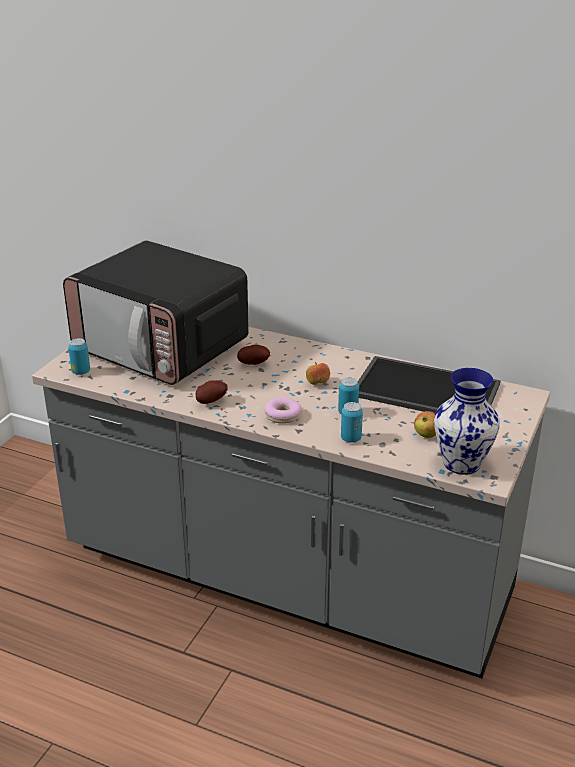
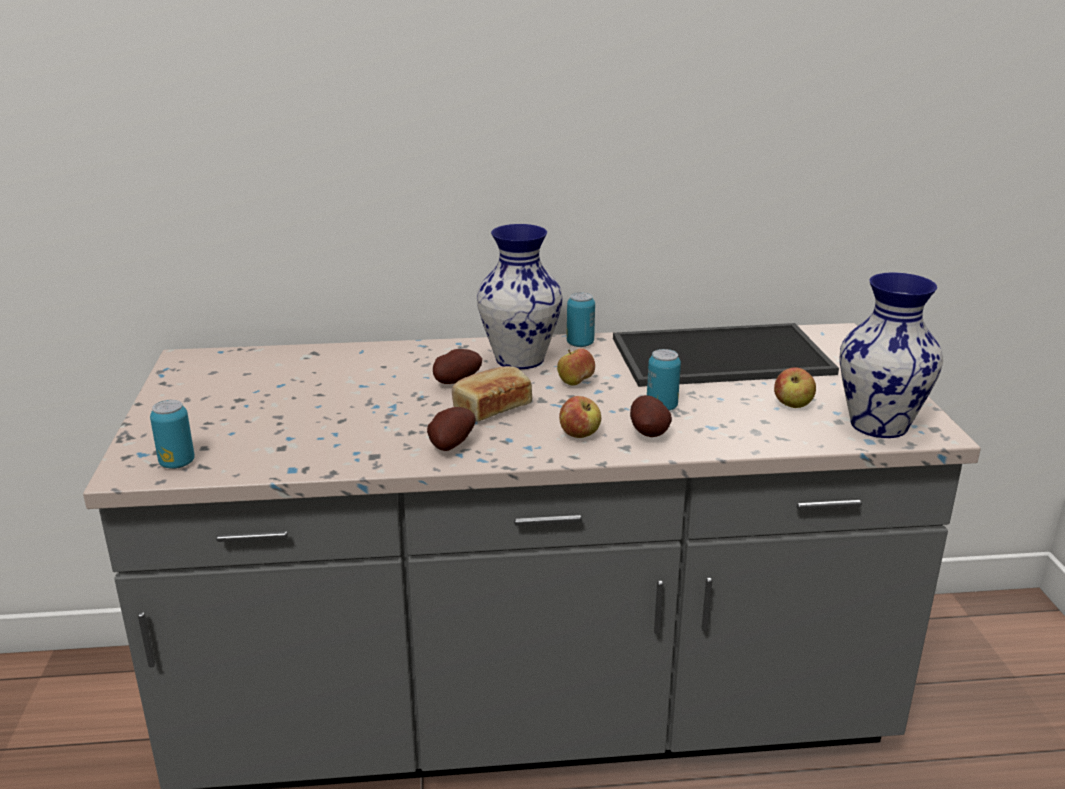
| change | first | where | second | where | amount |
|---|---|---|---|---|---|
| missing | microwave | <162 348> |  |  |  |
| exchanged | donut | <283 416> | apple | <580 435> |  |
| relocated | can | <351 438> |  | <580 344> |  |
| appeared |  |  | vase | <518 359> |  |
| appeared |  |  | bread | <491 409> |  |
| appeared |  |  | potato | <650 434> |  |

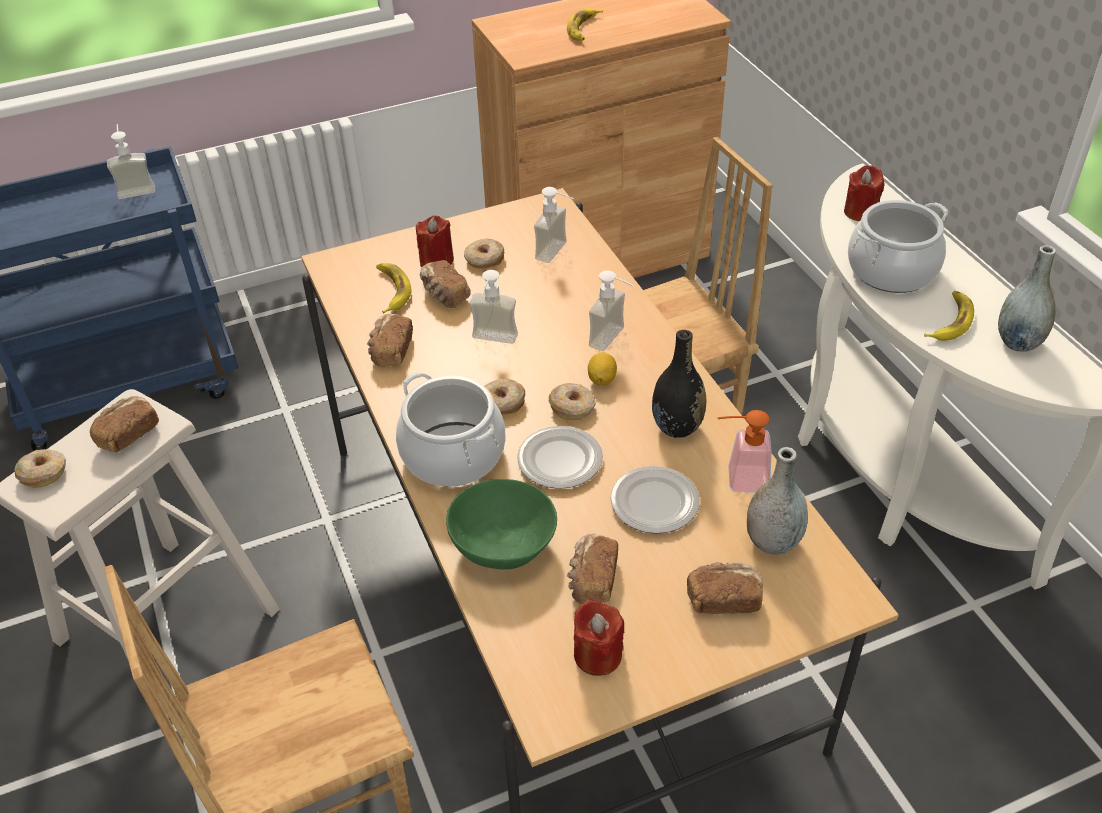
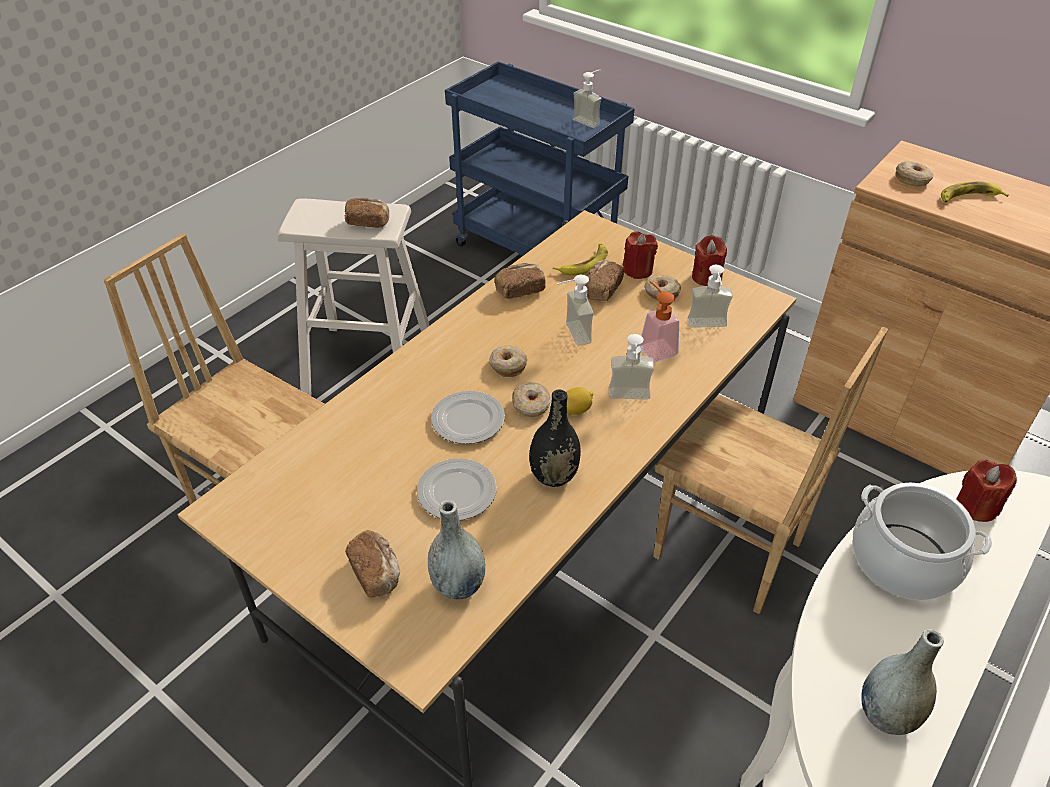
| change | first | where | second | where | amount |
|---|---|---|---|---|---|
| missing | banana | <950 321> |  |  |  |
| missing | cooking pot | <453 454> |  |  |  |
| relocated | soap dispenser | <739 479> |  | <654 347> |  |
| relocated | donut | <44 473> |  | <912 179> |  |
| missing | green bowl | <503 544> |  |  |  |
| missing | bread | <592 580> |  |  |  |
| relocated | red candle | <597 655> |  | <706 277> |  |

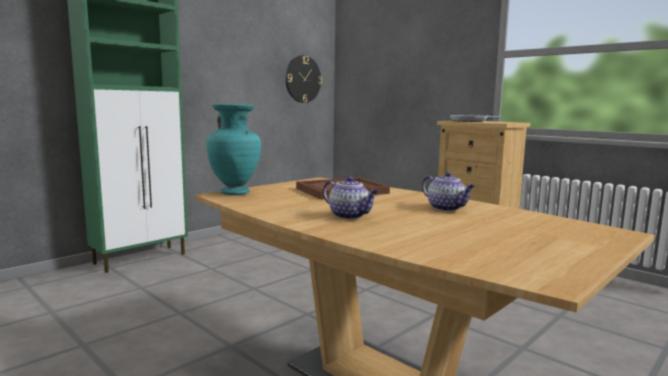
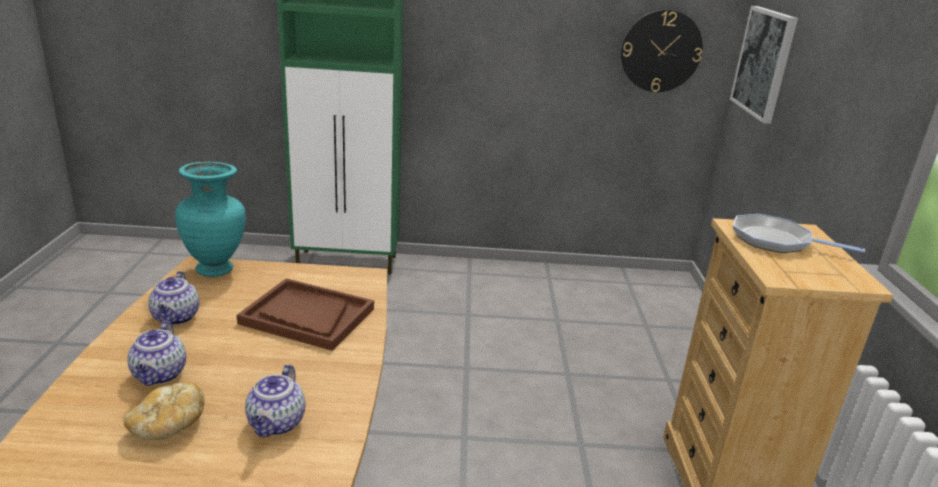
| change | first | where | second | where | amount |
|---|---|---|---|---|---|
| appeared |  |  | picture | <764 62> |  |
| appeared |  |  | teapot | <176 318> |  |
| appeared |  |  | bread | <168 426> |  |

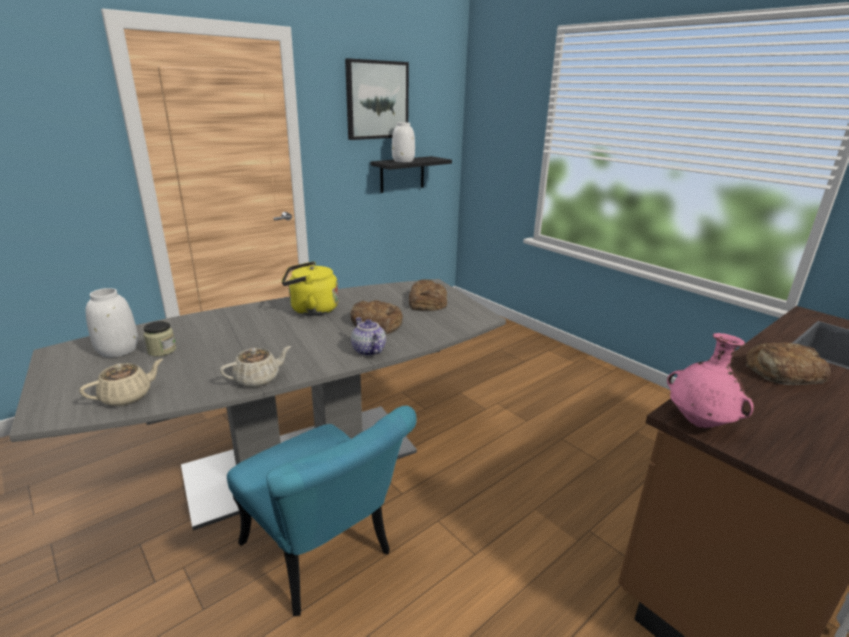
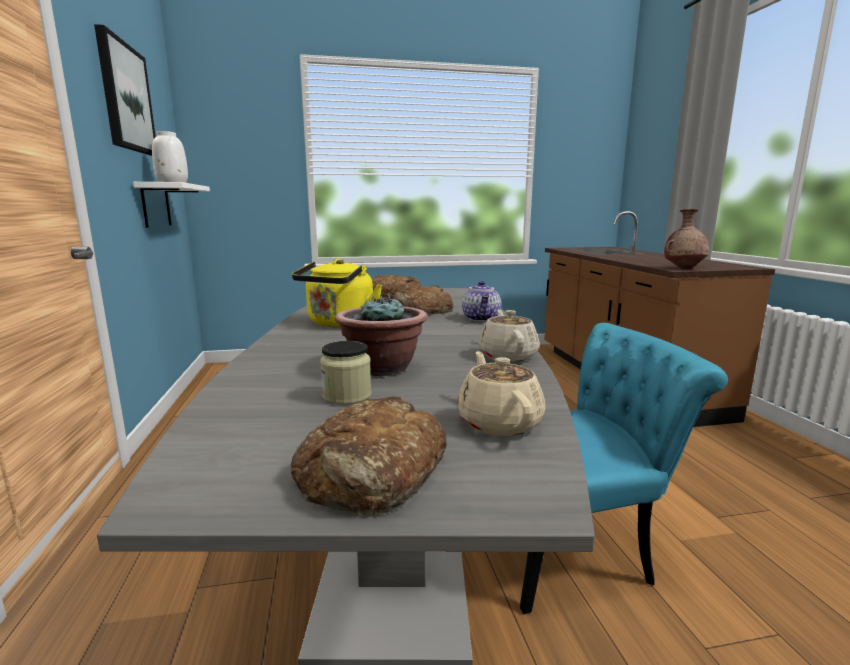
| change | first | where | second | where | amount |
|---|---|---|---|---|---|
| colour | black shelf | <402 174> | white shelf | <156 205> |  |
| missing | white vase | <117 350> |  |  |  |
| spun | teapot | <367 350> |  | <482 319> | 90 degrees counterclockwise |
| colour | pink vase | <700 423> | brown vase | <684 268> |  |
| relocated | bread | <783 372> |  | <373 471> |  |
| appeared |  |  | potted plant | <382 368> |  |

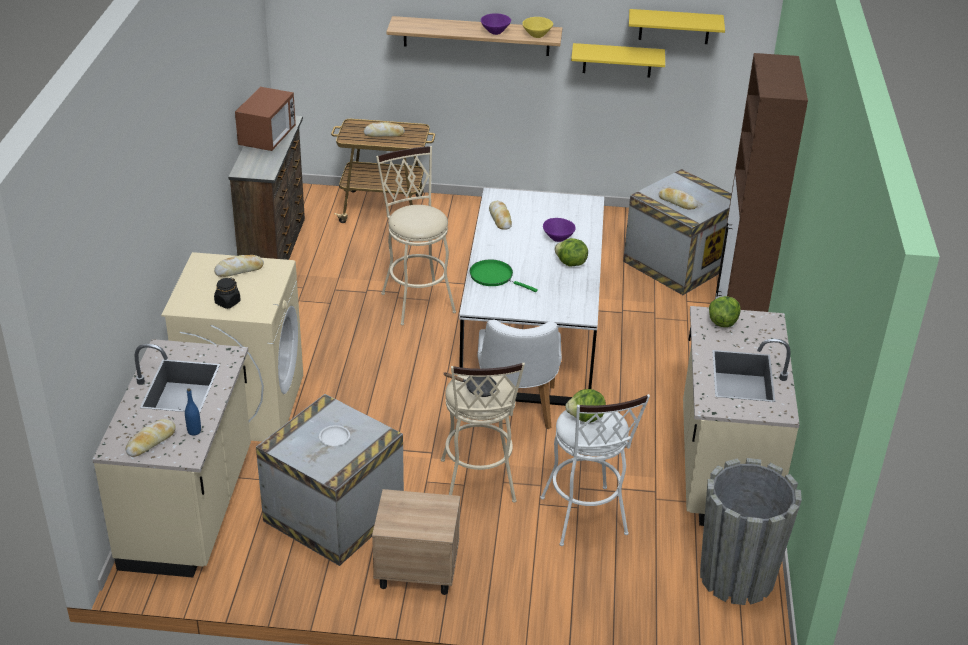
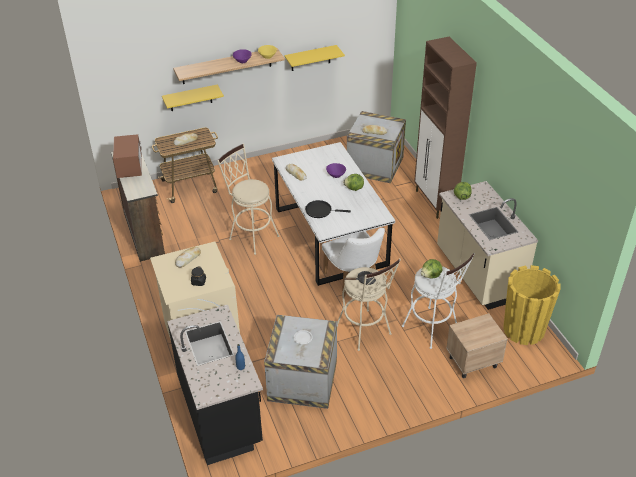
| change | first | where | second | where | amount |
|---|---|---|---|---|---|
| relocated | yellow shelf | <674 26> |  | <190 98> |  |
| colour | green frying pan | <494 277> | black frying pan | <320 211> |  |
| colour | beige counter | <190 510> | black counter | <221 412> |  |
| missing | bread | <151 441> |  |  |  |
| colour | grey planter | <736 576> | yellow planter | <523 329> |  |
| relocated | beige nightstand | <416 571> |  | <472 362> |  |

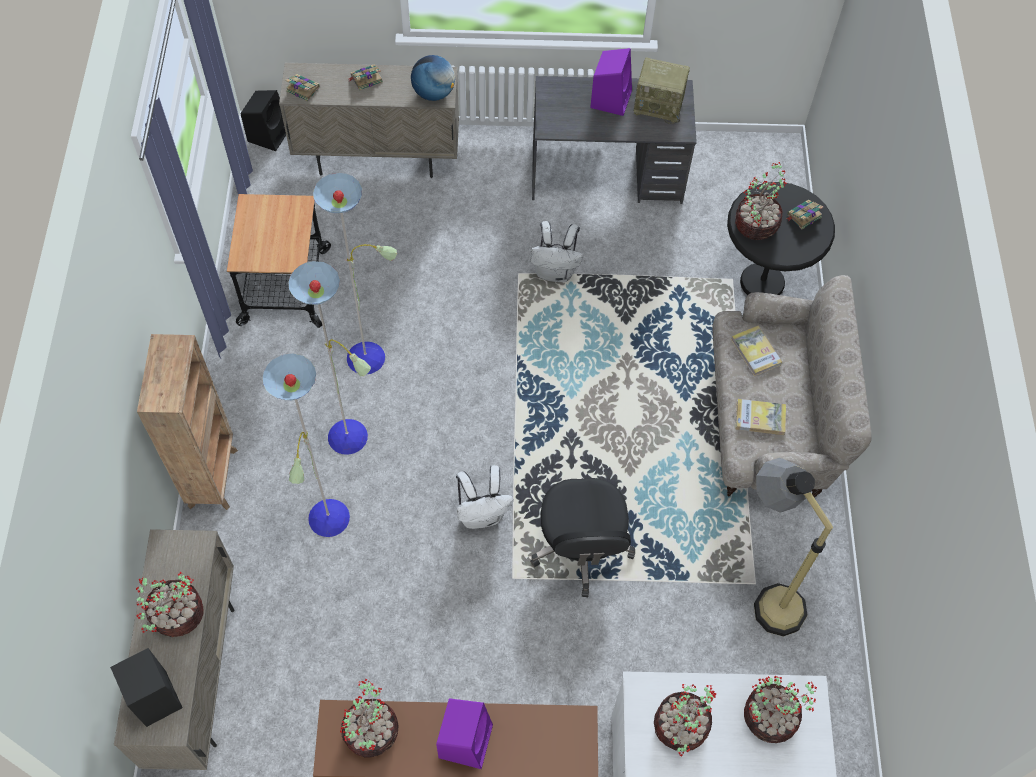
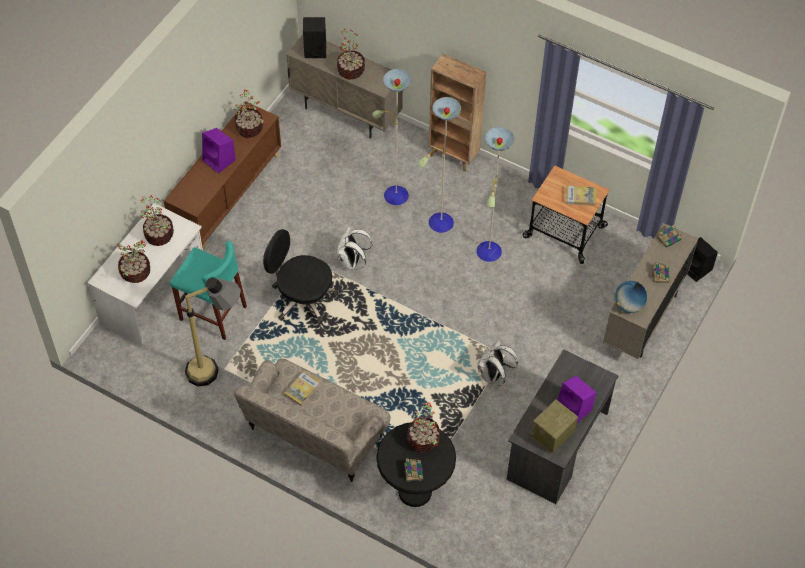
| change | first | where | second | where | amount |
|---|---|---|---|---|---|
| relocated | book | <755 352> |  | <580 197> |  |
| appeared |  |  | turquoise stool | <213 313> |  |

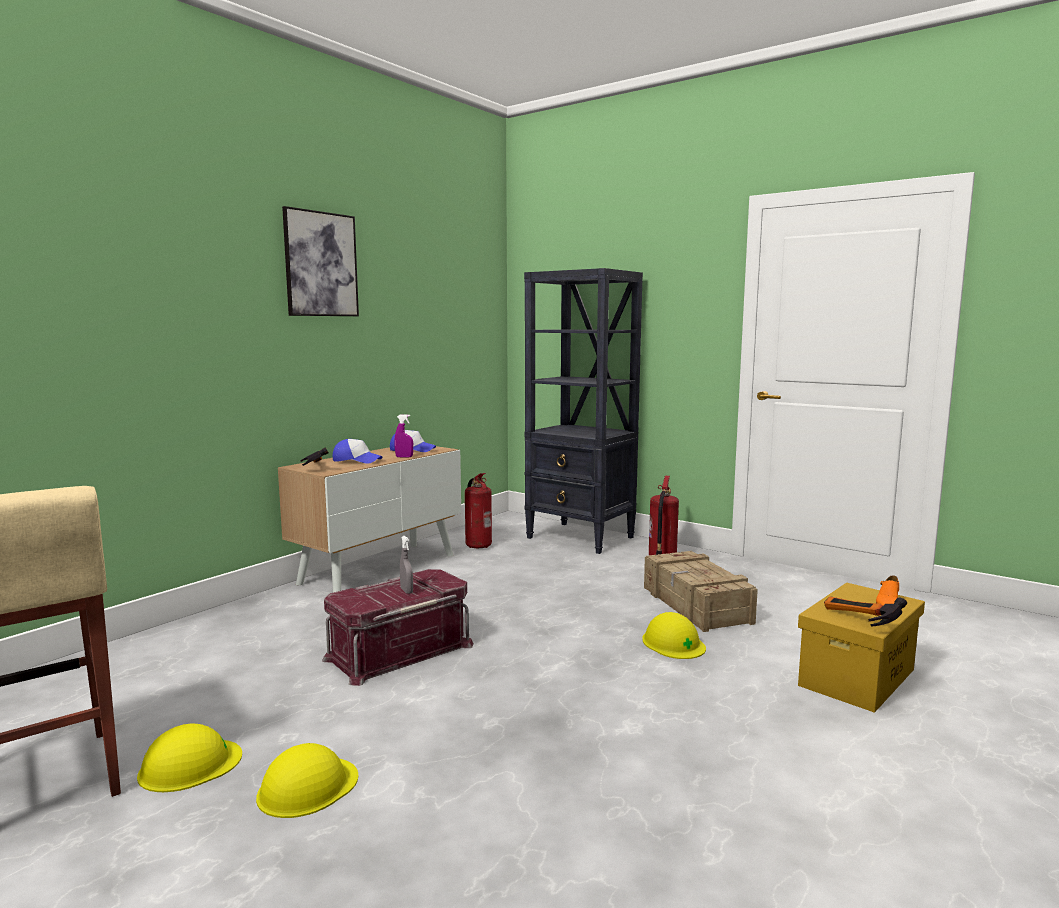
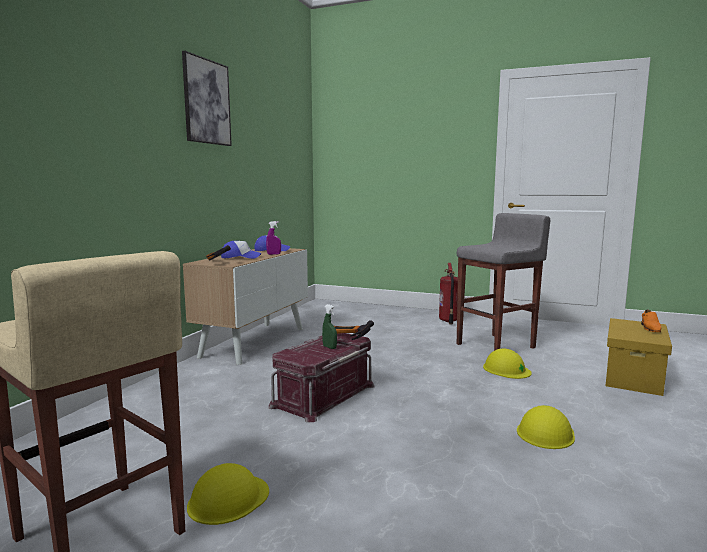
| change | first | where | second | where | amount |
|---|---|---|---|---|---|
| missing | black bookcase | <581 538> |  |  |  |
| missing | fire extinguisher | <478 545> |  |  |  |
| colour | grey spray bottle | <406 591> | green spray bottle | <329 347> |  |
| exchanged | crate | <695 605> | grey stool | <497 346> |  |
| relocated | hammer | <857 622> |  | <347 339> |  |
| relocated | yellow hard hat | <307 787> |  | <545 433> |  |

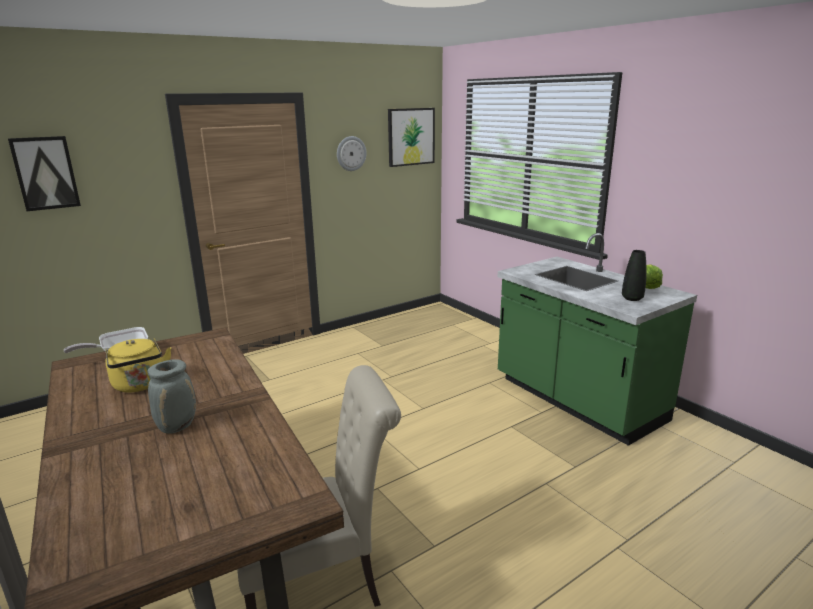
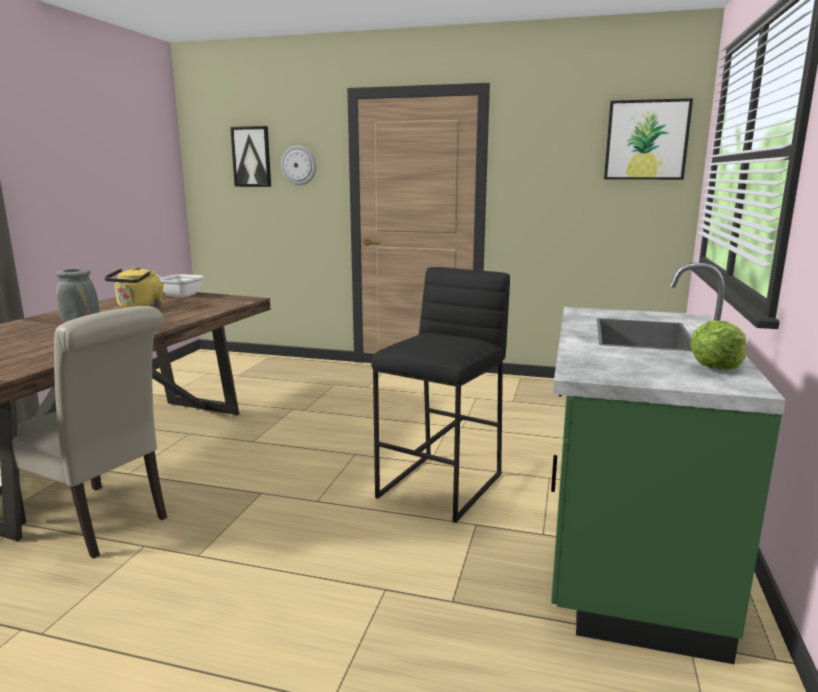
| change | first | where | second | where | amount |
|---|---|---|---|---|---|
| relocated | wall clock | <351 153> |  | <299 165> |  |
| missing | black vase | <632 298> |  |  |  |
| appeared |  |  | black stool | <441 486> |  |

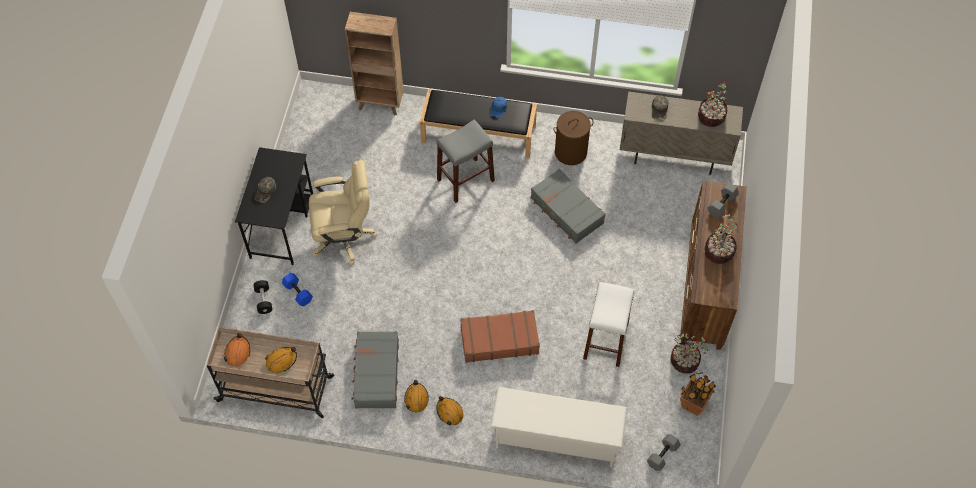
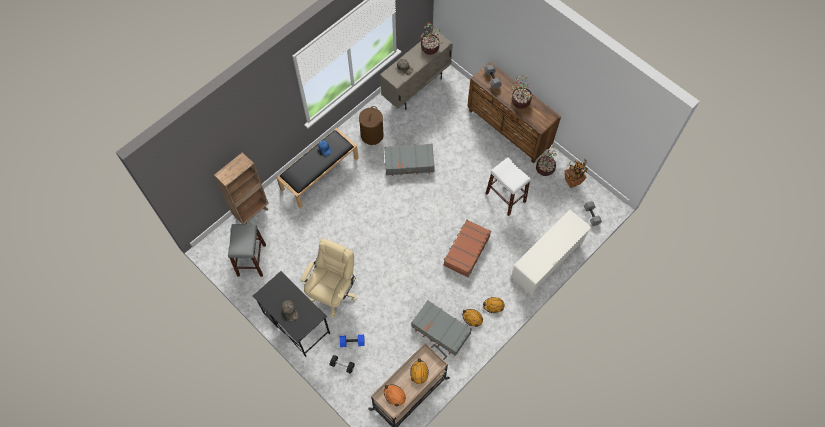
| change | first | where | second | where | amount |
|---|---|---|---|---|---|
| relocated | grey stool | <465 180> |  | <251 260> |  |

